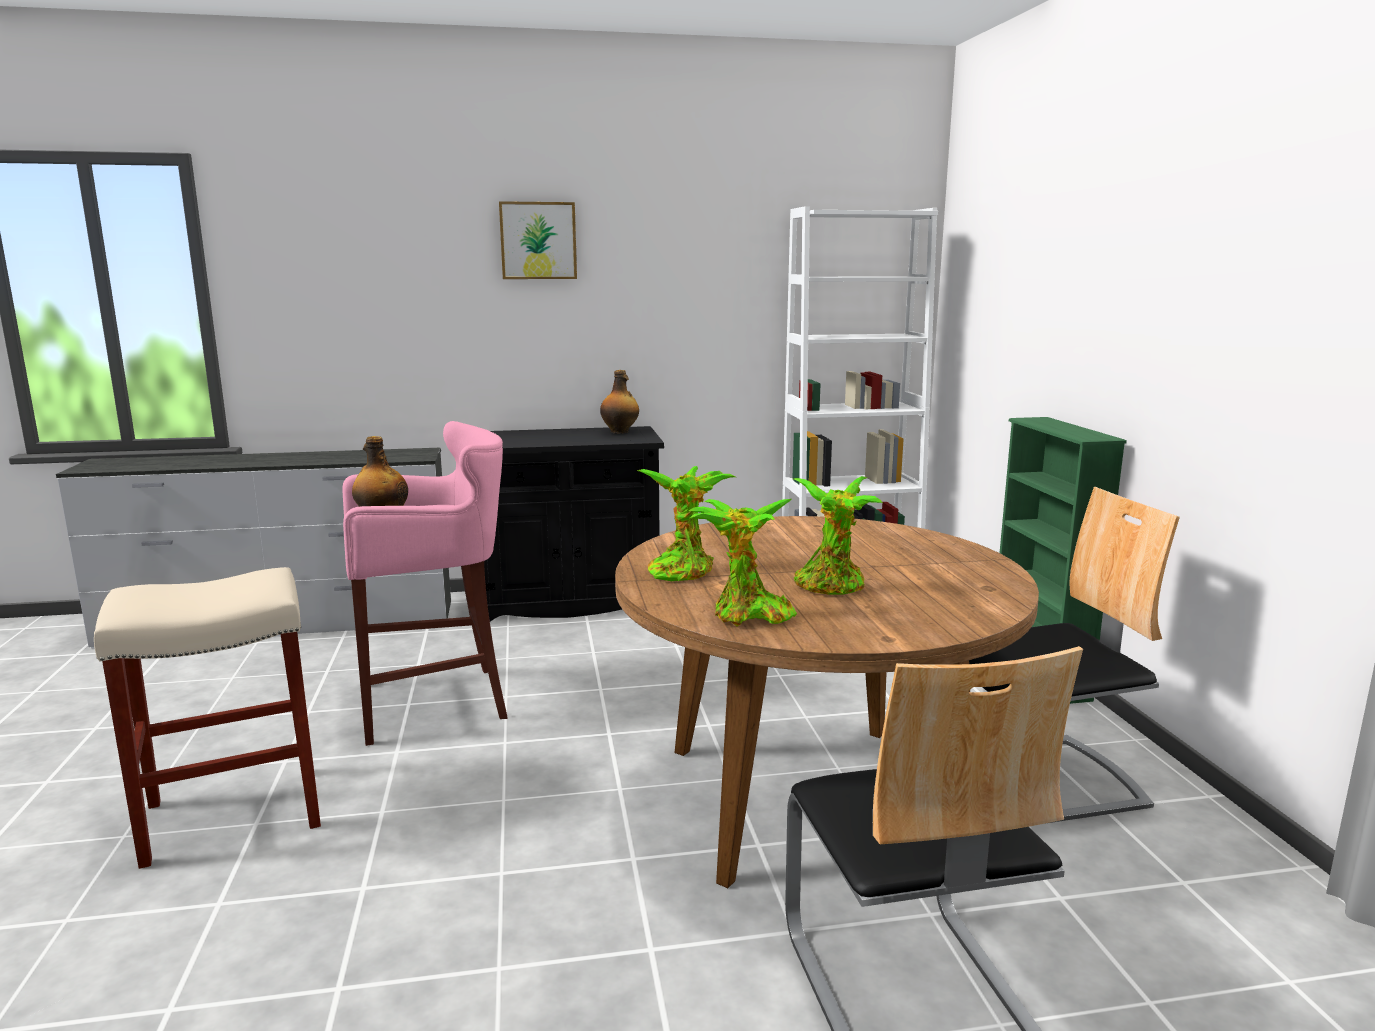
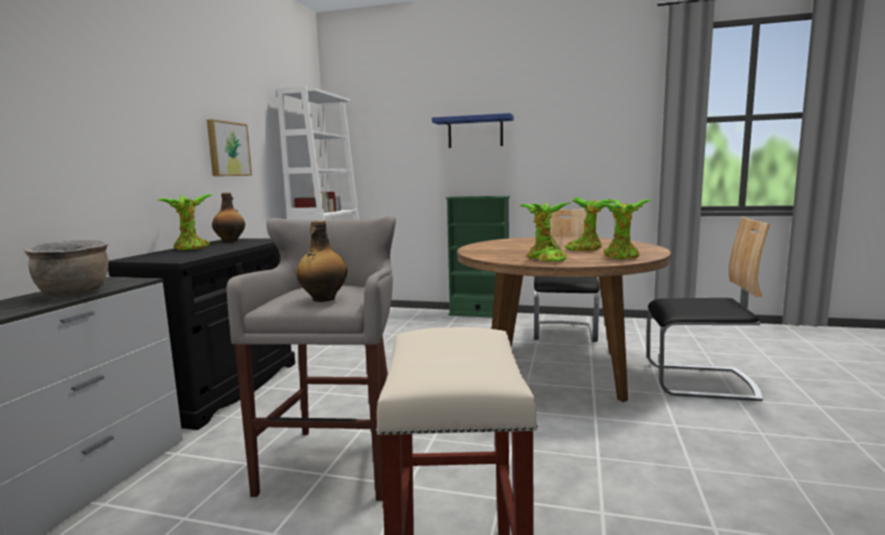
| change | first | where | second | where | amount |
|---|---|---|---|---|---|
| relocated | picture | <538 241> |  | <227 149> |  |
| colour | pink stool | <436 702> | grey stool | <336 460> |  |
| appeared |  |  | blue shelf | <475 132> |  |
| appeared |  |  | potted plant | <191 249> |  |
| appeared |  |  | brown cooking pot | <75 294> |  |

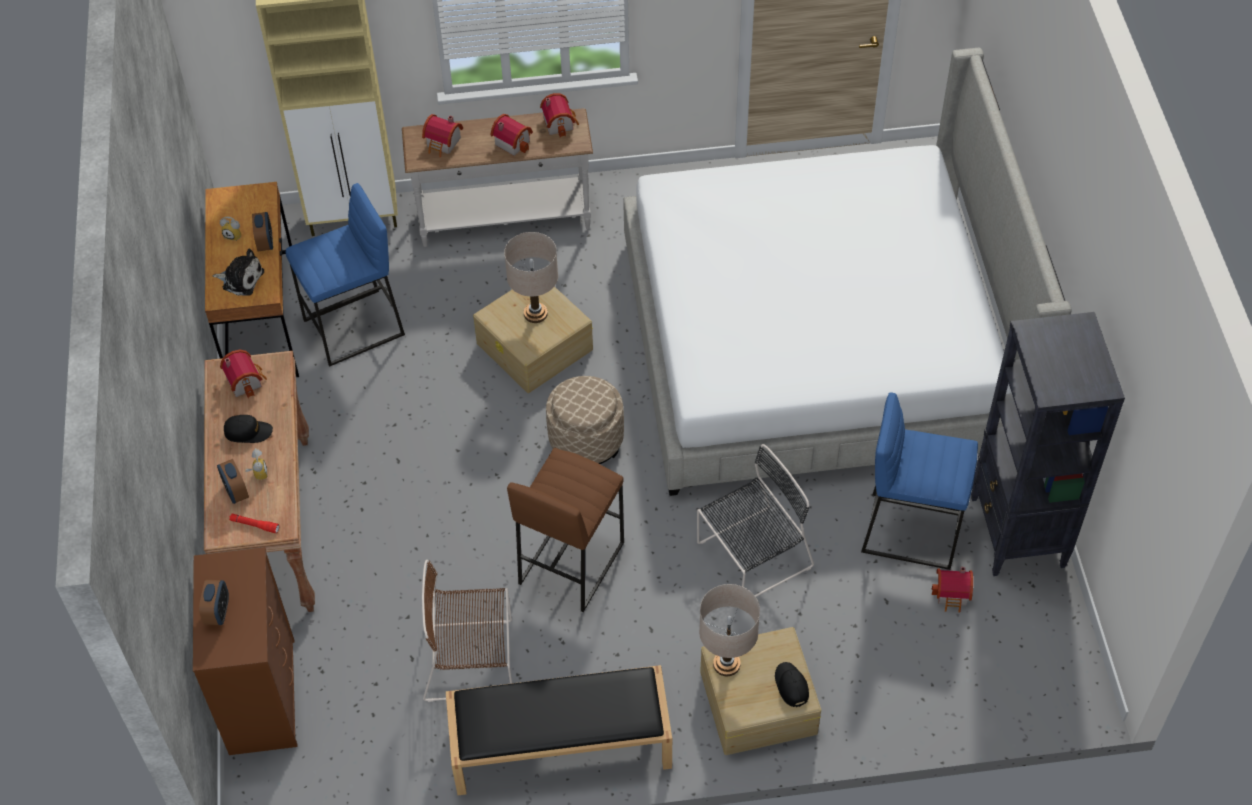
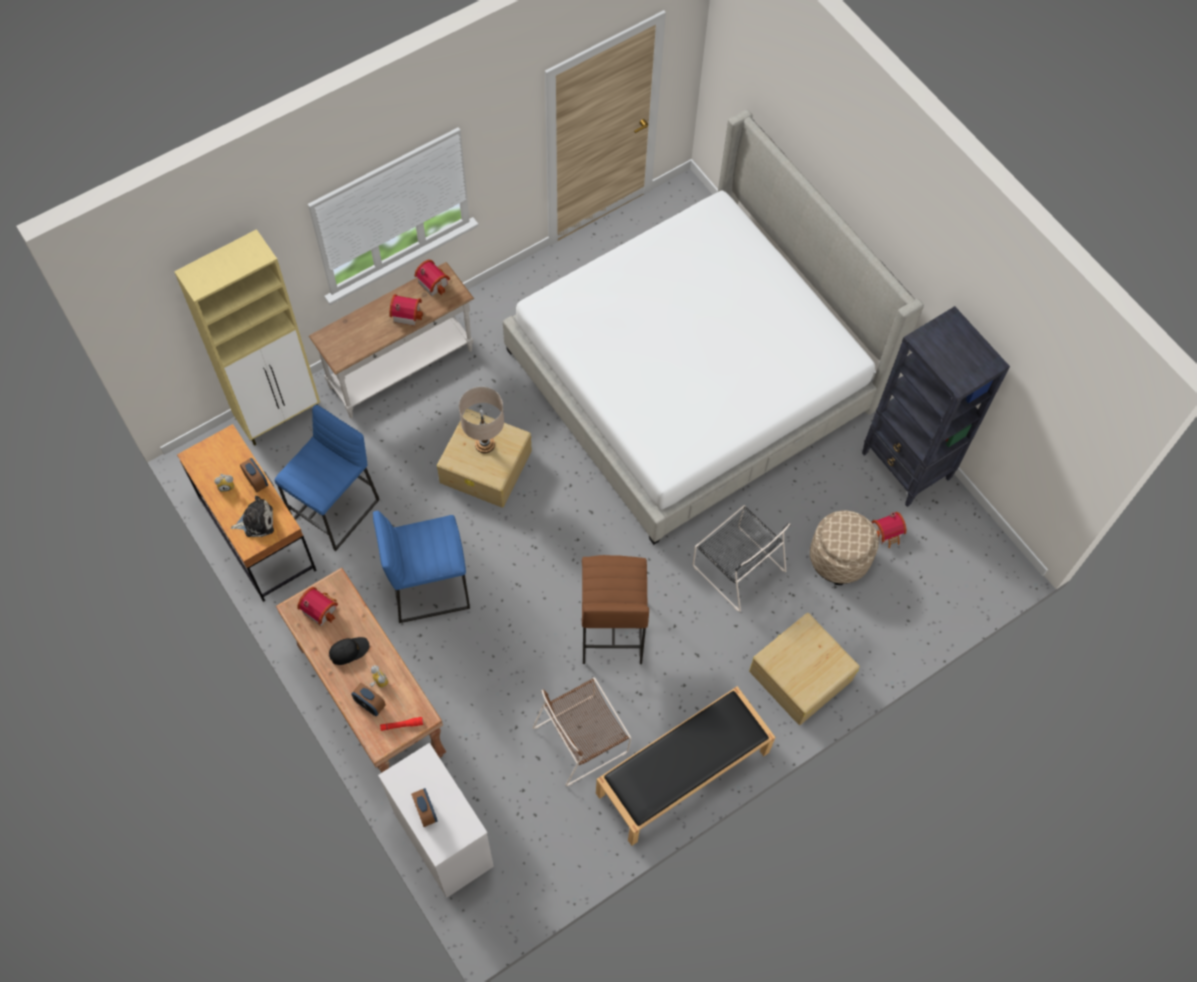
| change | first | where | second | where | amount |
|---|---|---|---|---|---|
| missing | toy house | <443 144> |  |  |  |
| relocated | beige ottoman | <586 439> |  | <839 558> |  |
| relocated | blue stool | <911 530> |  | <429 588> |  |
| spun | black chair | <751 557> |  | <736 566> | 105 degrees clockwise |
| colour | brown dresser | <262 695> | white dresser | <443 839> |  |
| missing | beige table lamp | <726 664> |  |  |  |
| missing | black cap | <791 686> |  |  |  |

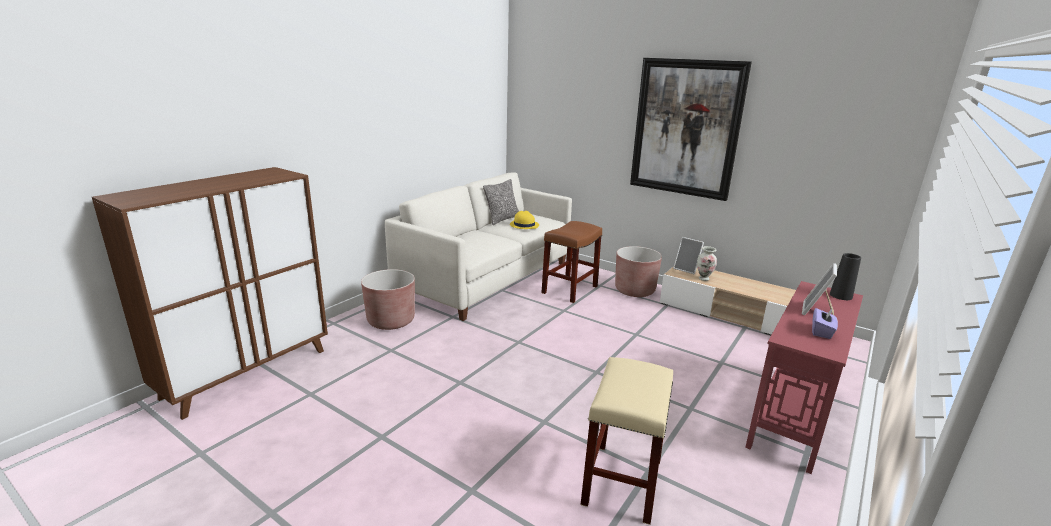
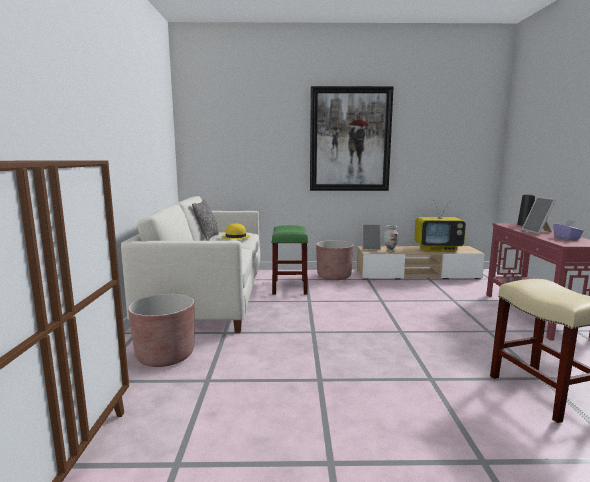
| change | first | where | second | where | amount |
|---|---|---|---|---|---|
| colour | brown stool | <570 290> | green stool | <290 287> |  |
| appeared |  |  | television | <438 249> |  |

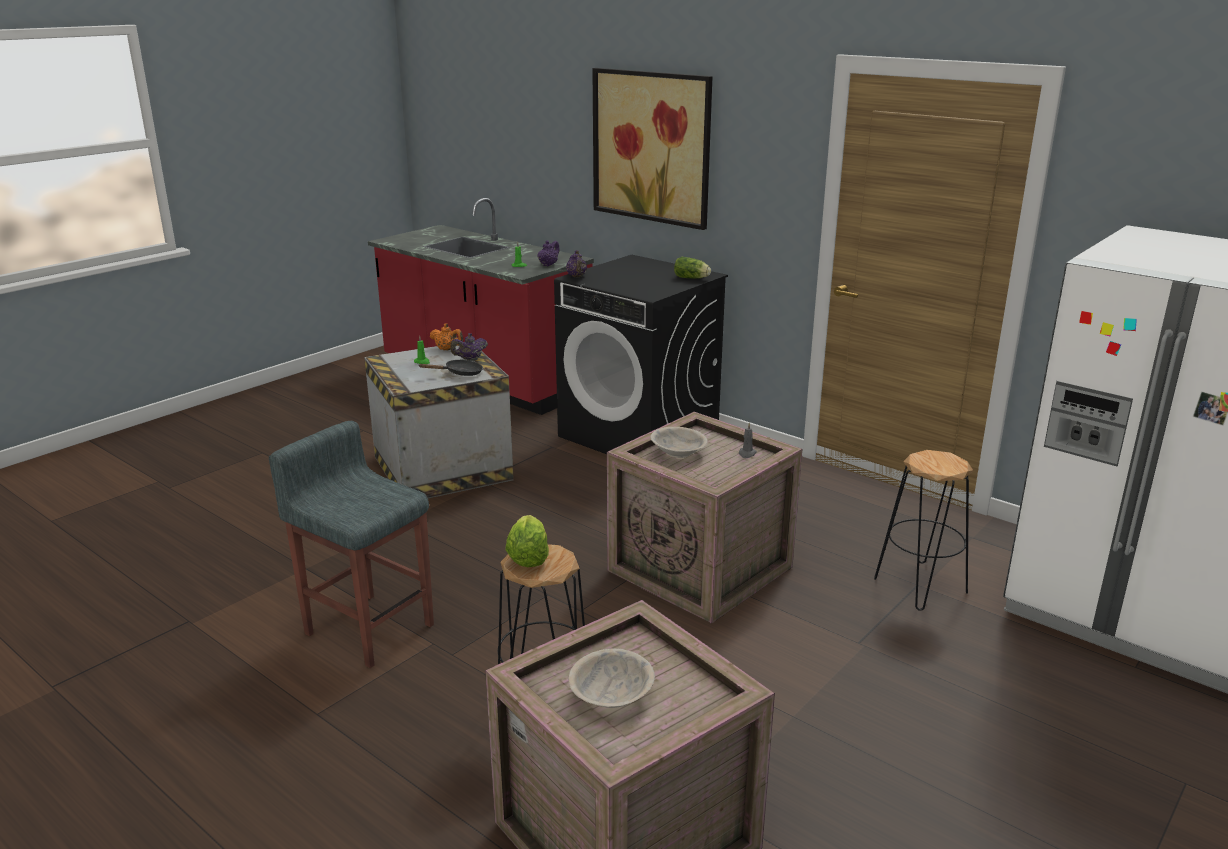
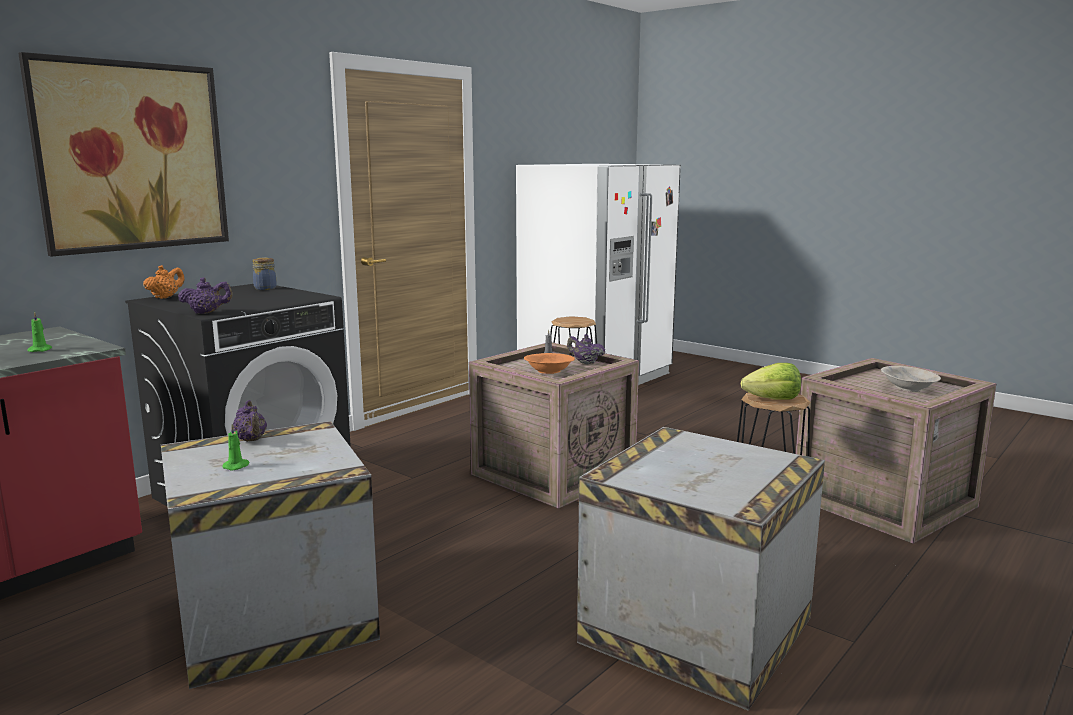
| change | first | where | second | where | amount |
|---|---|---|---|---|---|
| relocated | purple teapot | <548 265> |  | <585 363> |  |
| exchanged | lettuce | <692 278> | jar | <264 288> |  |
| relocated | orange teapot | <447 349> |  | <165 297> |  |
| missing | black frying pan | <460 373> |  |  |  |
| exchanged | grey stool | <368 628> | crate | <693 629> |  |
| colour | beige bowl | <678 453> | orange bowl | <548 372> |  |

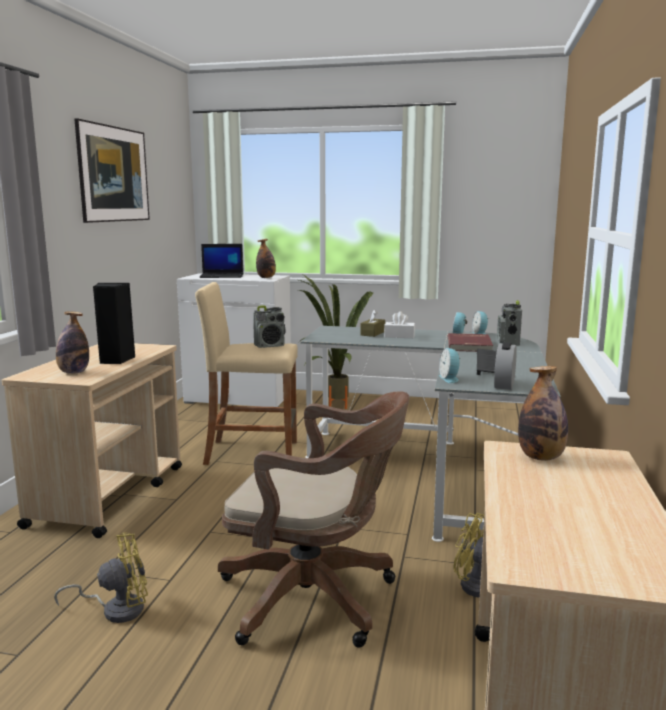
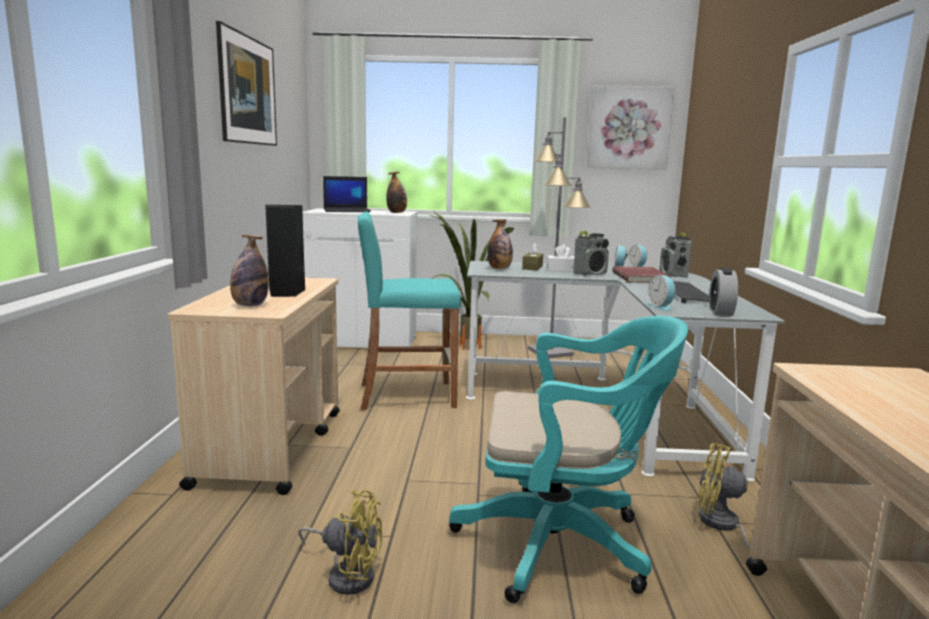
| change | first | where | second | where | amount |
|---|---|---|---|---|---|
| colour | beige stool | <252 453> | turquoise stool | <407 395> |  |
| relocated | radio | <270 346> |  | <590 274> |  |
| relocated | bottle | <541 457> |  | <499 268> |  |
| colour | brown office chair | <316 598> | turquoise office chair | <562 544> |  |
| spun | yellow fan | <116 609> |  | <347 574> | 45 degrees clockwise |
| appeared |  |  | picture | <628 128> |  |
| appeared |  |  | grey floor lamp | <550 352> |  |

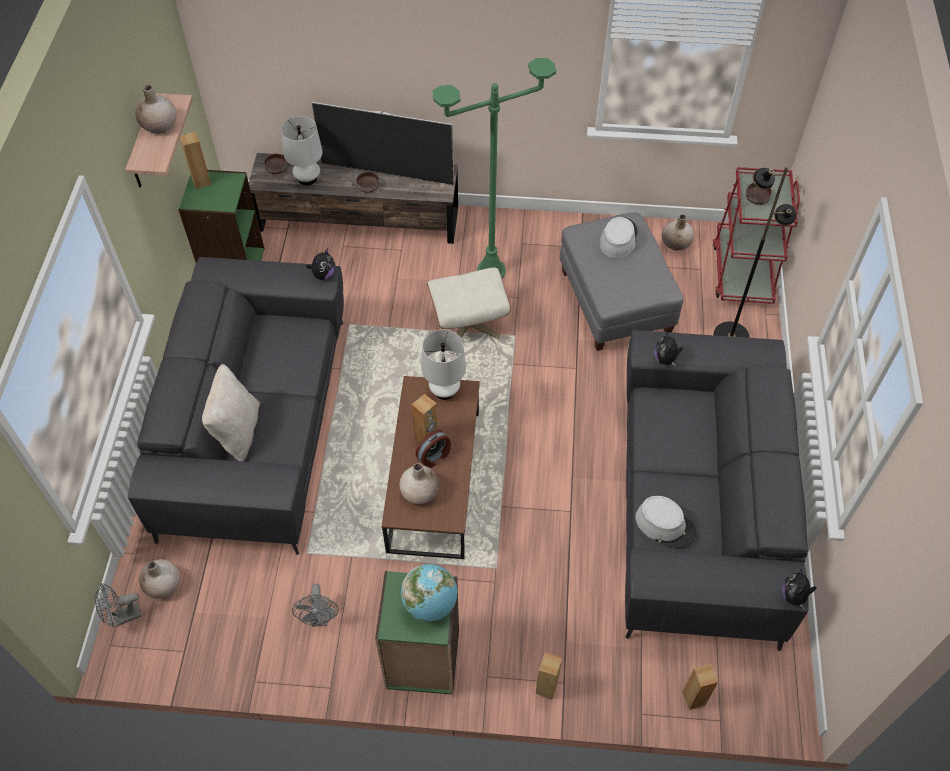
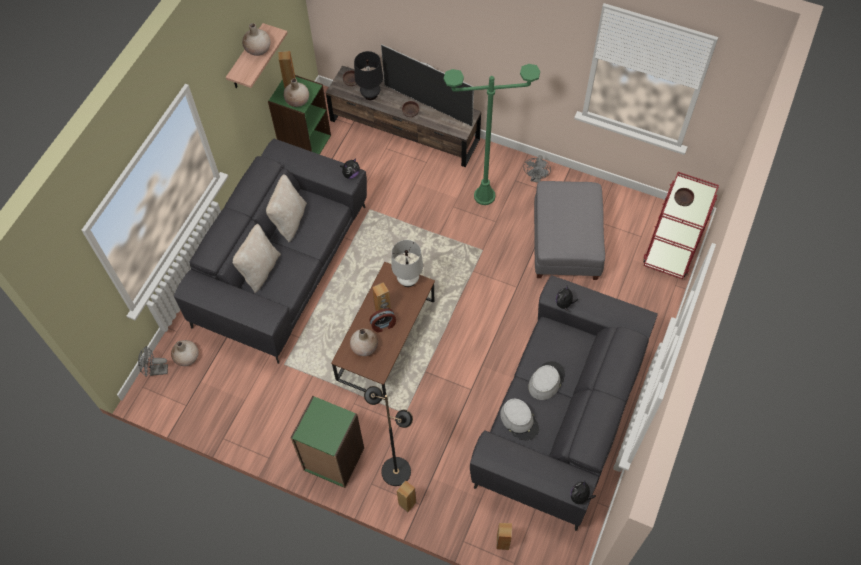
| change | first | where | second | where | amount |
|---|---|---|---|---|---|
| colour | white table lamp | <307 178> | black table lamp | <370 94> |  |
| relocated | black floor lamp | <730 336> |  | <396 471> |  |
| relocated | beige vase | <676 243> |  | <297 101> |  |
| relocated | grey hat | <618 238> |  | <546 380> |  |
| missing | beige ottoman | <468 323> |  |  |  |
| missing | globe | <430 604> |  |  |  |
| relocated | grey fan | <320 618> |  | <536 178> |  |
| appeared |  |  | beige pillow | <289 220> |  |

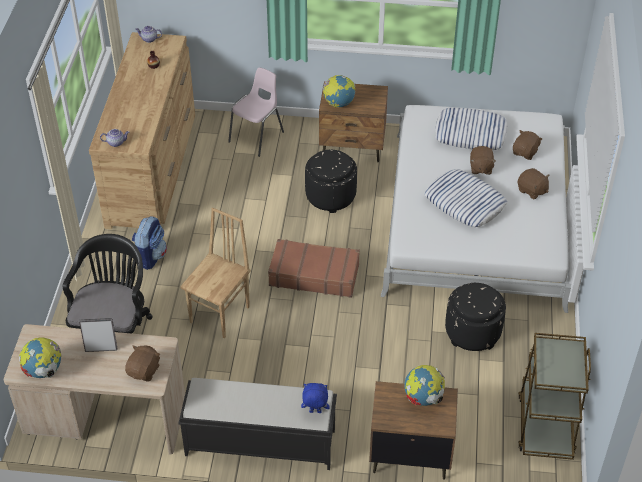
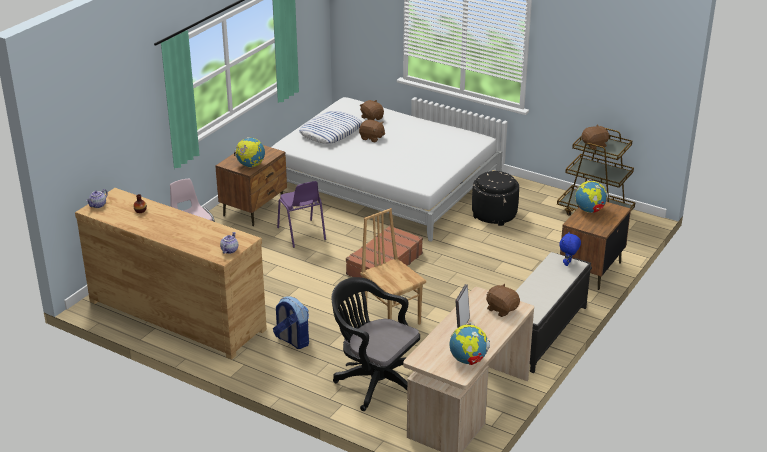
| change | first | where | second | where | amount |
|---|---|---|---|---|---|
| exchanged | black ottoman | <330 196> | purple chair | <301 234> |  |
| relocated | brown plush toy | <532 191> |  | <595 145> |  |
| missing | pillow | <464 202> |  |  |  |

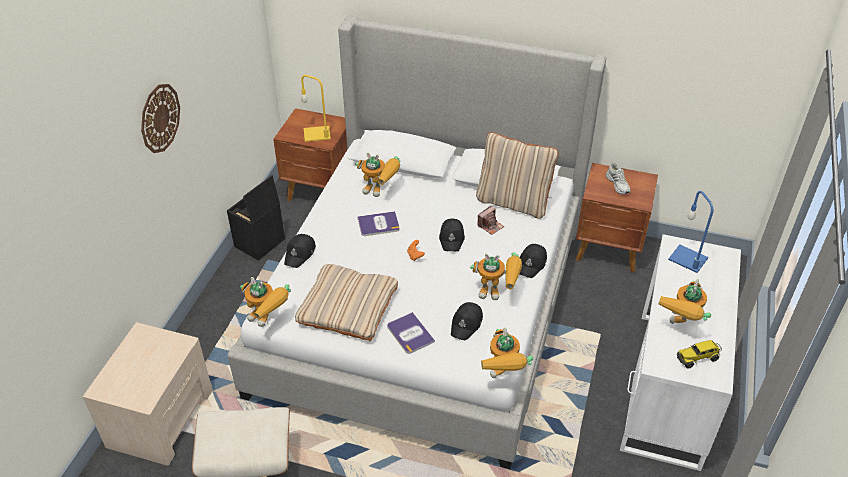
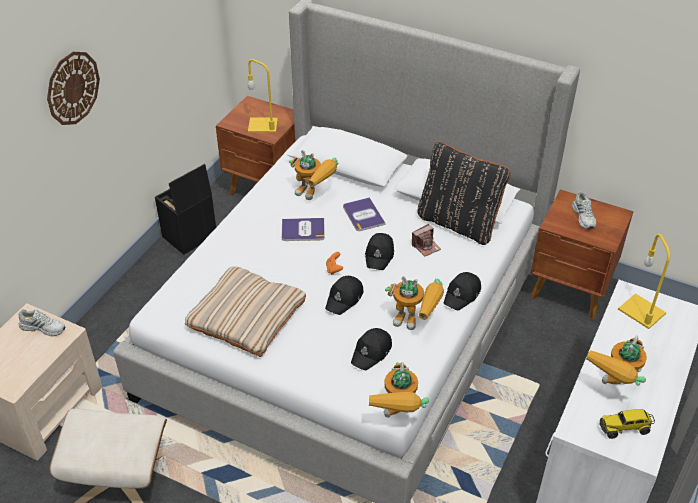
| change | first | where | second | where | amount |
|---|---|---|---|---|---|
| colour | beige pillow | <513 202> | black pillow | <458 223> |  |
| colour | blue table lamp | <689 259> | yellow table lamp | <643 312> |  |
| relocated | black cap | <300 254> |  | <344 298> |  |
| missing | toy robot | <268 320> |  |  |  |
| relocated | book | <410 333> |  | <363 215> |  |
| appeared |  |  | white shoe | <43 327> |  |

